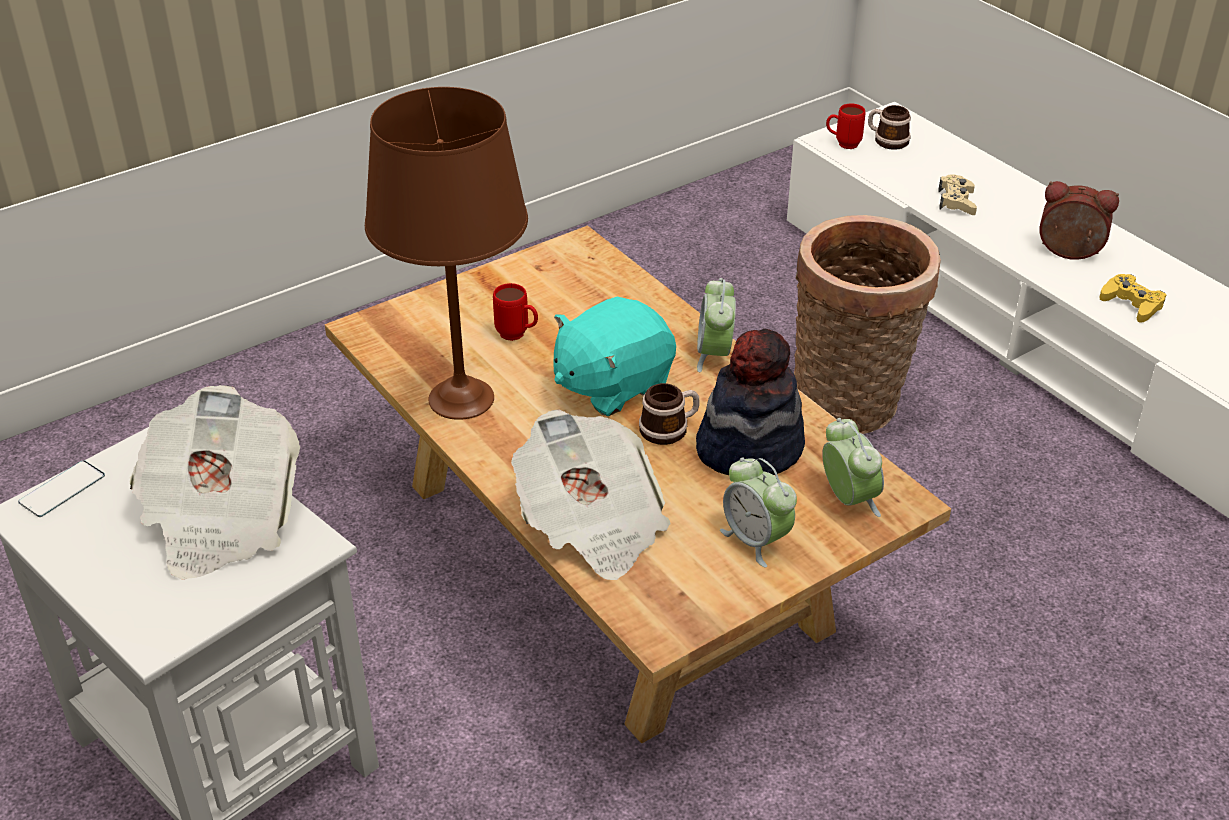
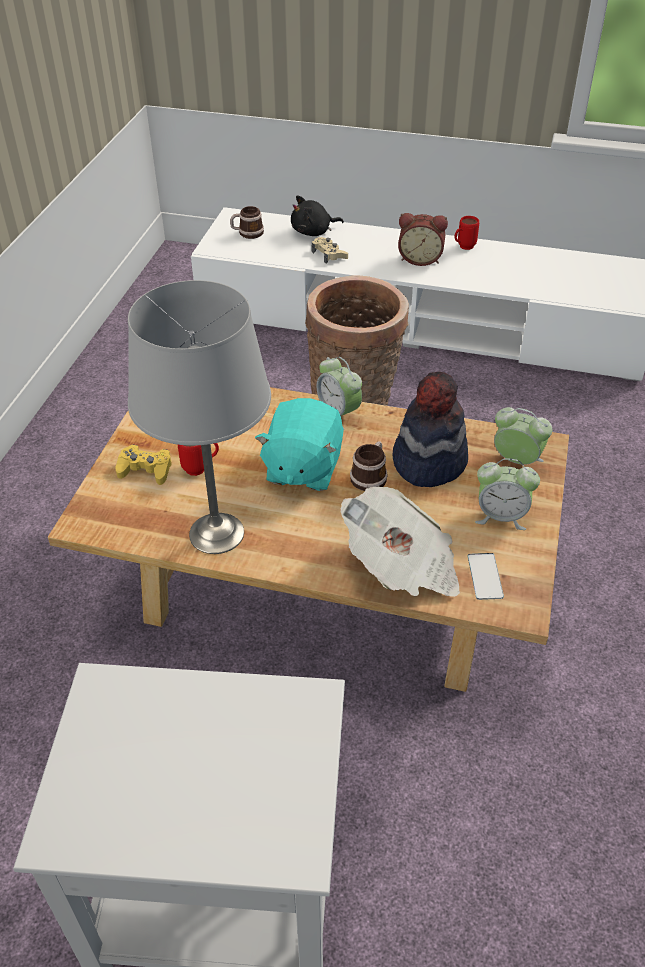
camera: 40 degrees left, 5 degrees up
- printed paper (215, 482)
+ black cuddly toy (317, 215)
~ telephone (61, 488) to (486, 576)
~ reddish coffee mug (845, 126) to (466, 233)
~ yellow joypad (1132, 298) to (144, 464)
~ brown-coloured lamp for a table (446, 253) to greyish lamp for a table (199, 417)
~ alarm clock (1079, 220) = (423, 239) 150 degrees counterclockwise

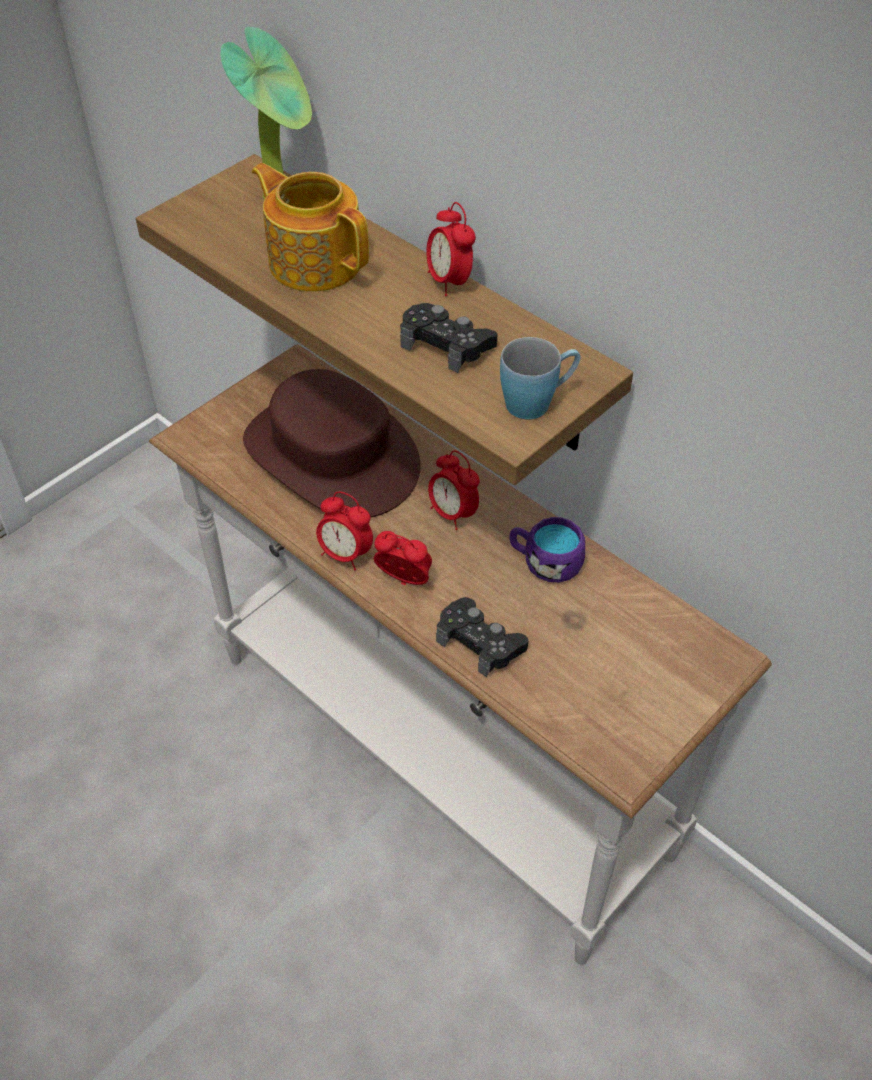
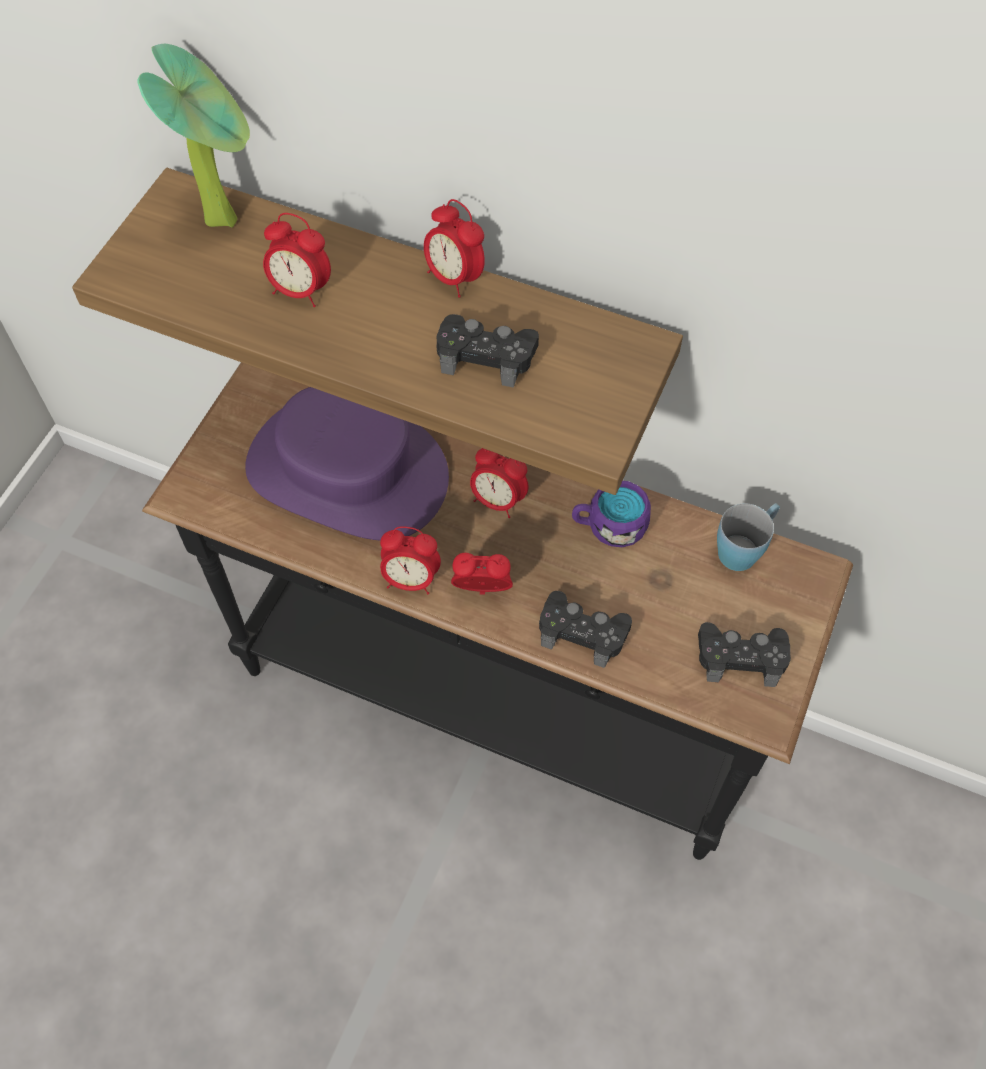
camera: 20 degrees left, 10 degrees up
+ black joypad (744, 654)
~ blue coffee mug (540, 378) to (748, 537)
~ teapot (310, 227) to alarm clock (297, 260)
~ white hall table (460, 654) to black hall table (497, 611)
~ brown-coloured clothing hat (332, 443) to purplish clothing hat (347, 464)

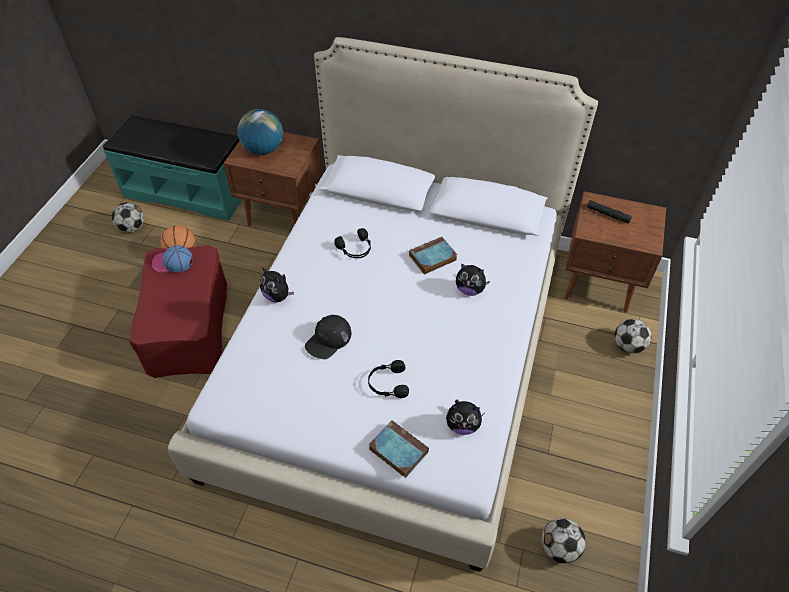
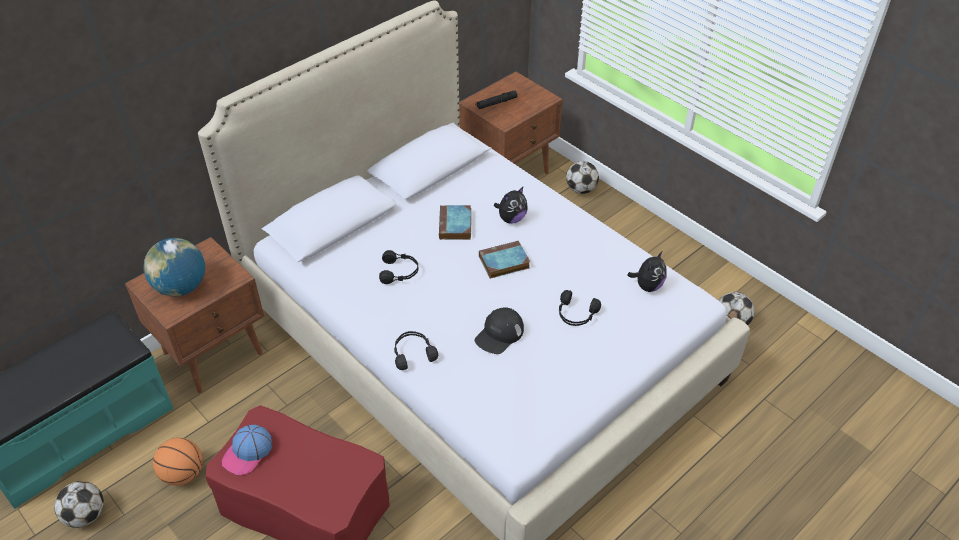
camera: 60 degrees left, 5 degrees down
~ book (399, 449) to (504, 260)
~ cuddly toy (277, 285) to black headphones (416, 350)
~ black peaked cap (328, 337) = (499, 330) 60 degrees clockwise

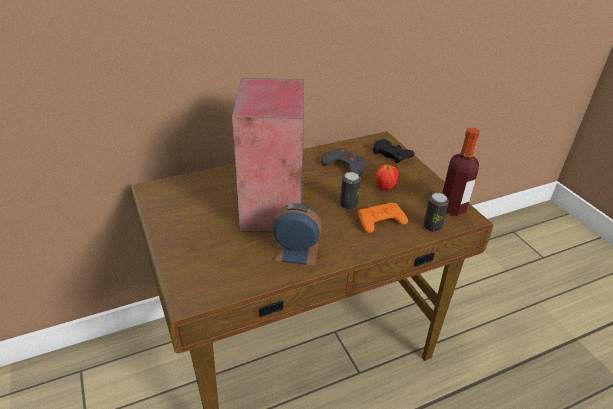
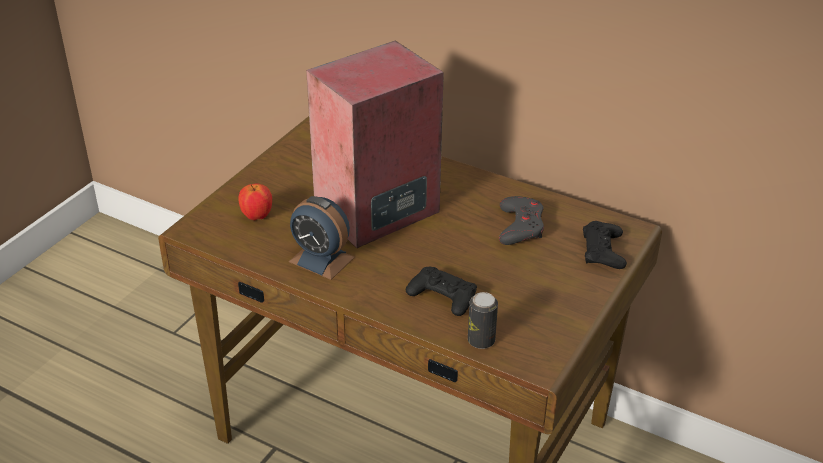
camera: 55 degrees right, 0 degrees up
- sealed can (350, 191)
- beverage bottle (461, 171)
~ apple fruit (386, 177) to (255, 201)
~ orangey joypad (383, 218) to black joypad (441, 291)
~ alarm clock (297, 234) = (322, 238) 150 degrees clockwise

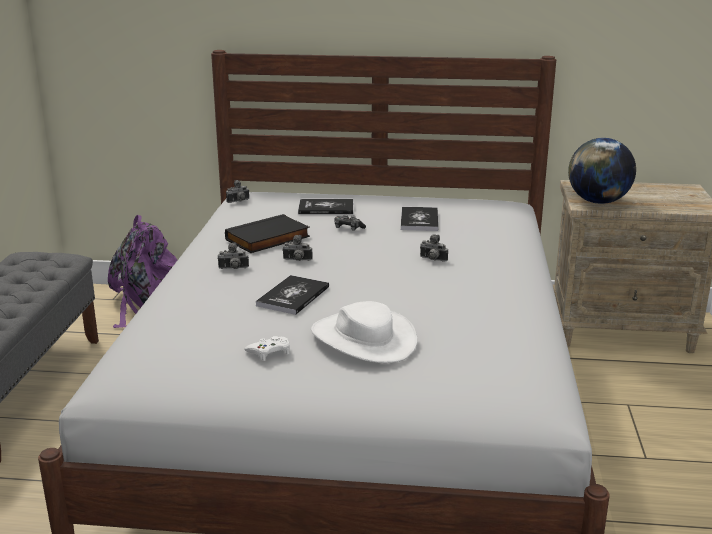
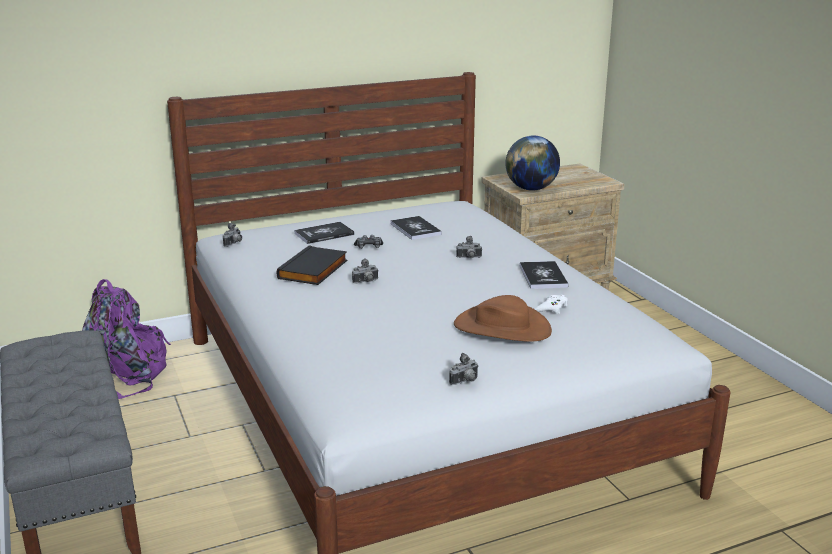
camera: 30 degrees left, 0 degrees up
~ photo camera (233, 256) to (464, 369)
~ white joypad (267, 348) to (551, 304)
~ book (292, 295) to (544, 275)
~ white clothing hat (364, 332) to brown-coloured clothing hat (503, 318)

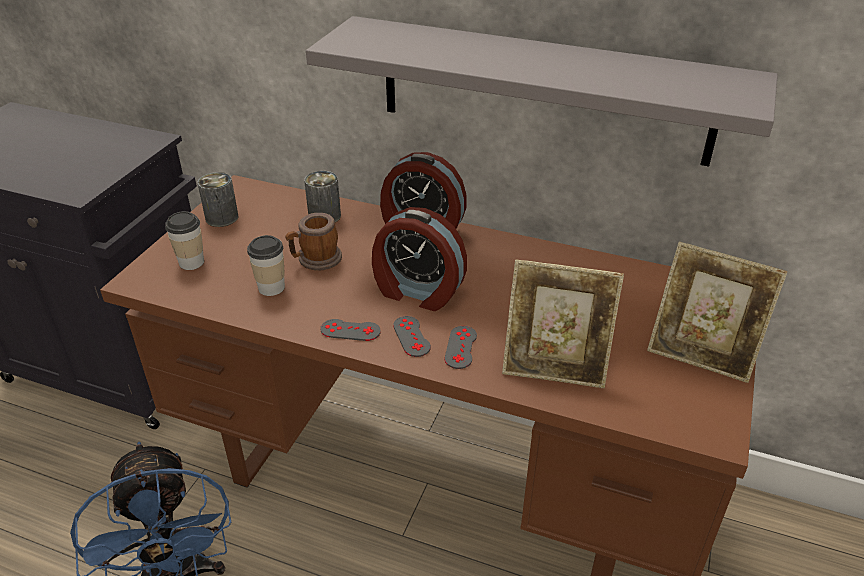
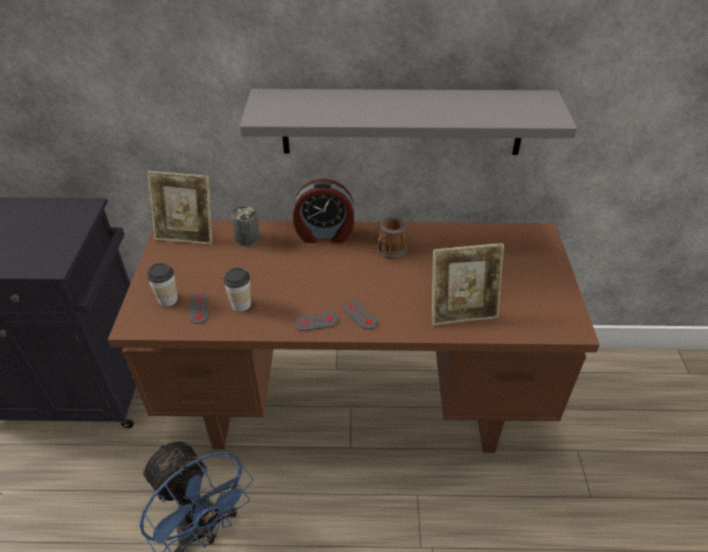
camera: 20 degrees left, 5 degrees up
- sealed can (218, 199)
- alarm clock (419, 259)
~ coffee mug (313, 242) to (391, 238)
~ greyish joypad (461, 347) to (199, 308)
~ picture frame (717, 312) to (180, 208)

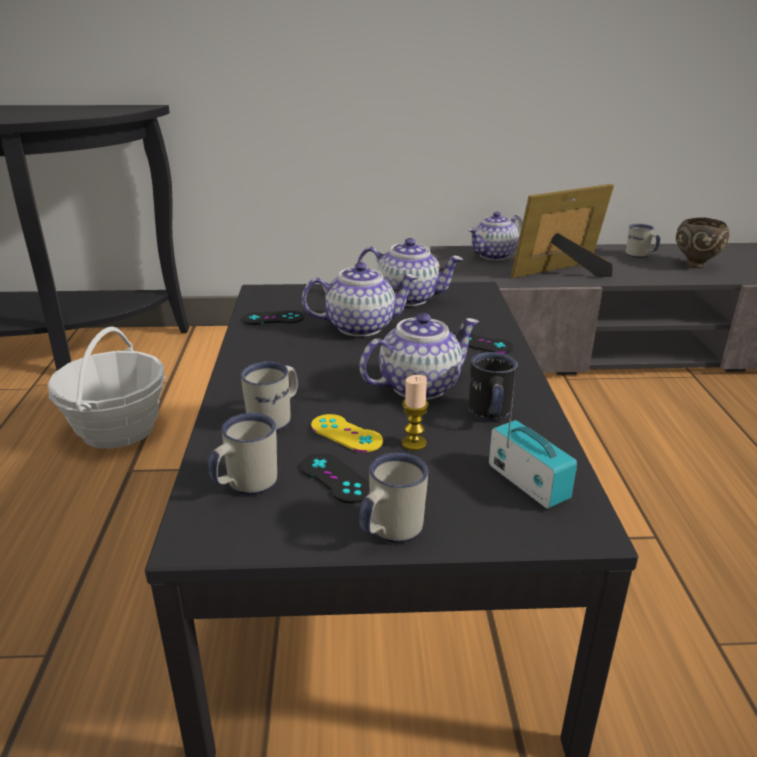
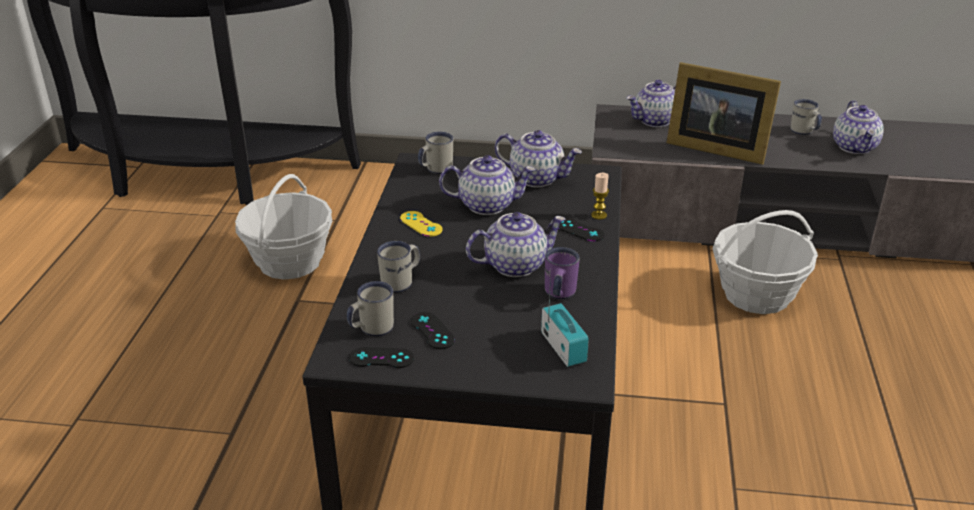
camera: 10 degrees right, 5 degrees up
+ household basket (765, 262)
~ black joypad (273, 318) to (381, 357)
~ yellow joypad (347, 433) to (421, 224)
~ white coffee mug (393, 497) to (435, 153)
~ wax light (415, 413) to (600, 196)
~ brown-coloured bowl (702, 242) to teapot (858, 127)
~ black coffee mug (493, 386) to purplish coffee mug (562, 273)
~ picture frame (562, 231) = (723, 113) 135 degrees counterclockwise

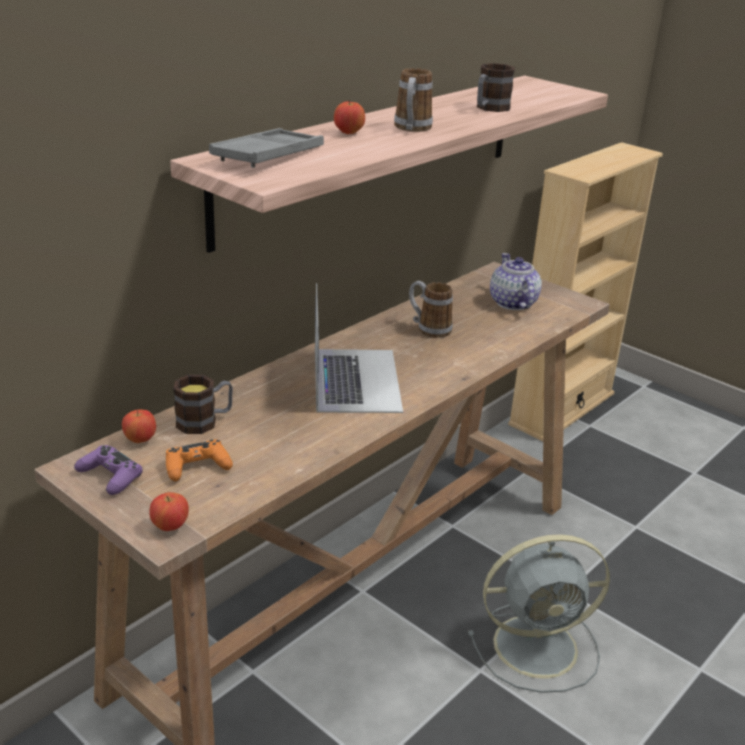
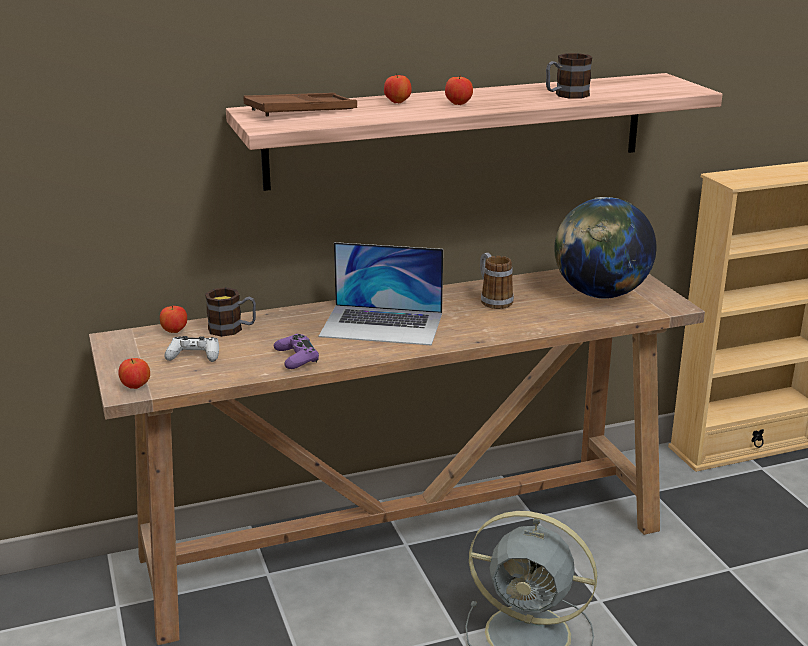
camera: 30 degrees right, 5 degrees down
~ purplish joypad (108, 470) to (296, 351)
~ coffee mug (413, 100) to apple fruit (459, 90)
~ teapot (516, 281) to desk globe (606, 248)
~ orangey joypad (199, 460) to white joypad (191, 349)
~ greyish tray (266, 148) to brown-coloured tray (300, 104)
~ portable computer (359, 348) = (381, 294) 75 degrees clockwise

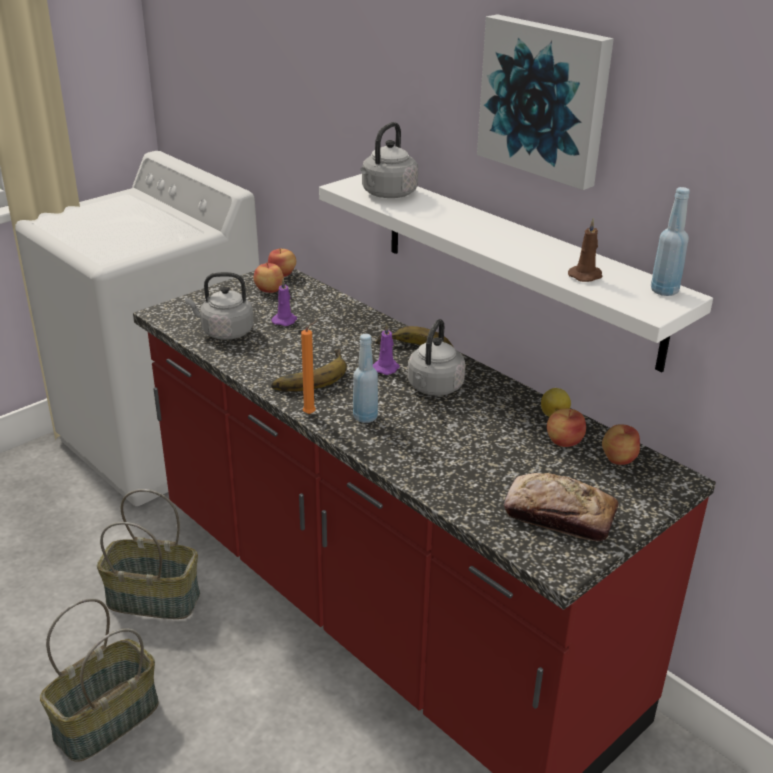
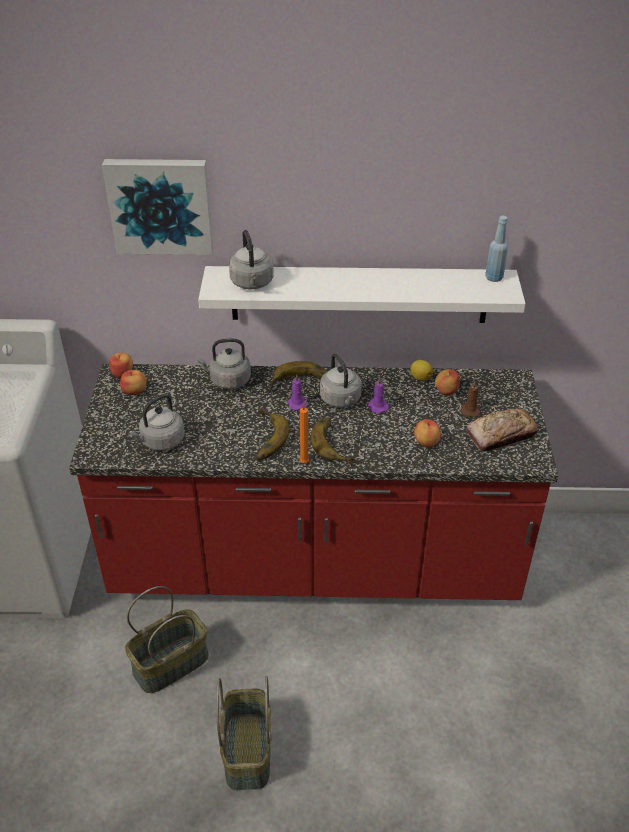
camera: 45 degrees left, 10 degrees up
+ greyish tea kettle (224, 364)
~ purplish wax light (284, 302) to (378, 395)
~ wall picture (545, 102) to (158, 207)
~ brown-coloured wax light (585, 250) to (471, 399)
~ apple fruit (621, 444) to (427, 433)
~ blue beverage bottle (365, 378) to banana (333, 441)

